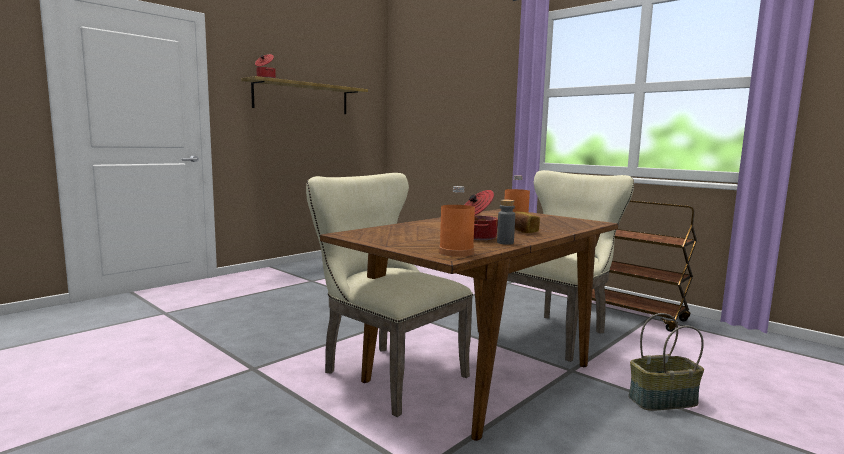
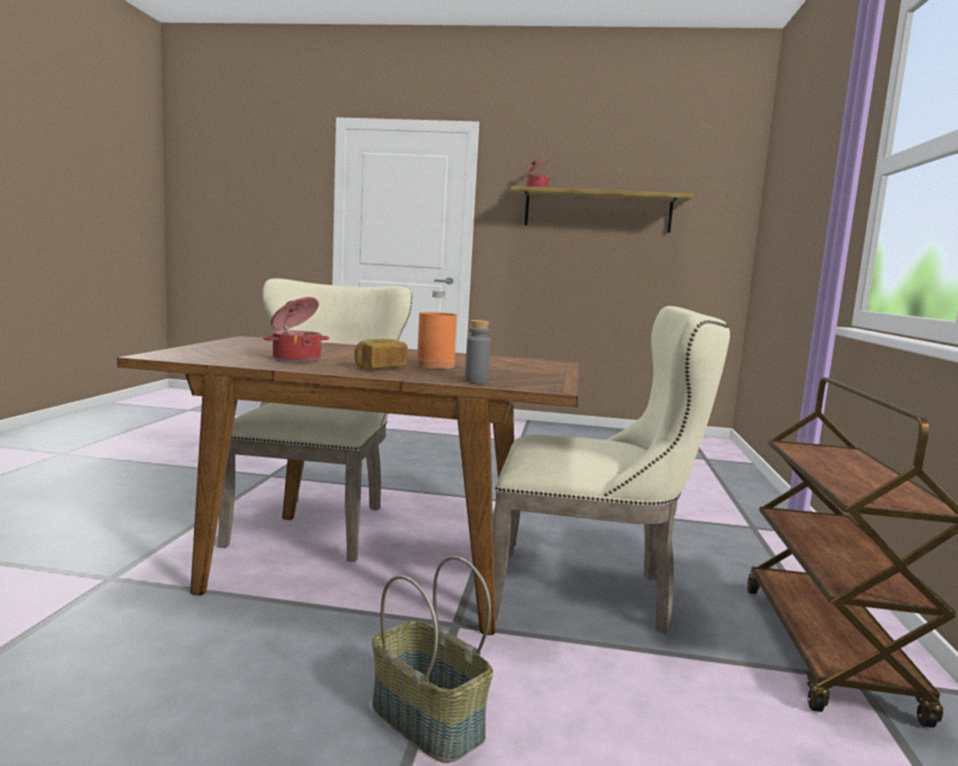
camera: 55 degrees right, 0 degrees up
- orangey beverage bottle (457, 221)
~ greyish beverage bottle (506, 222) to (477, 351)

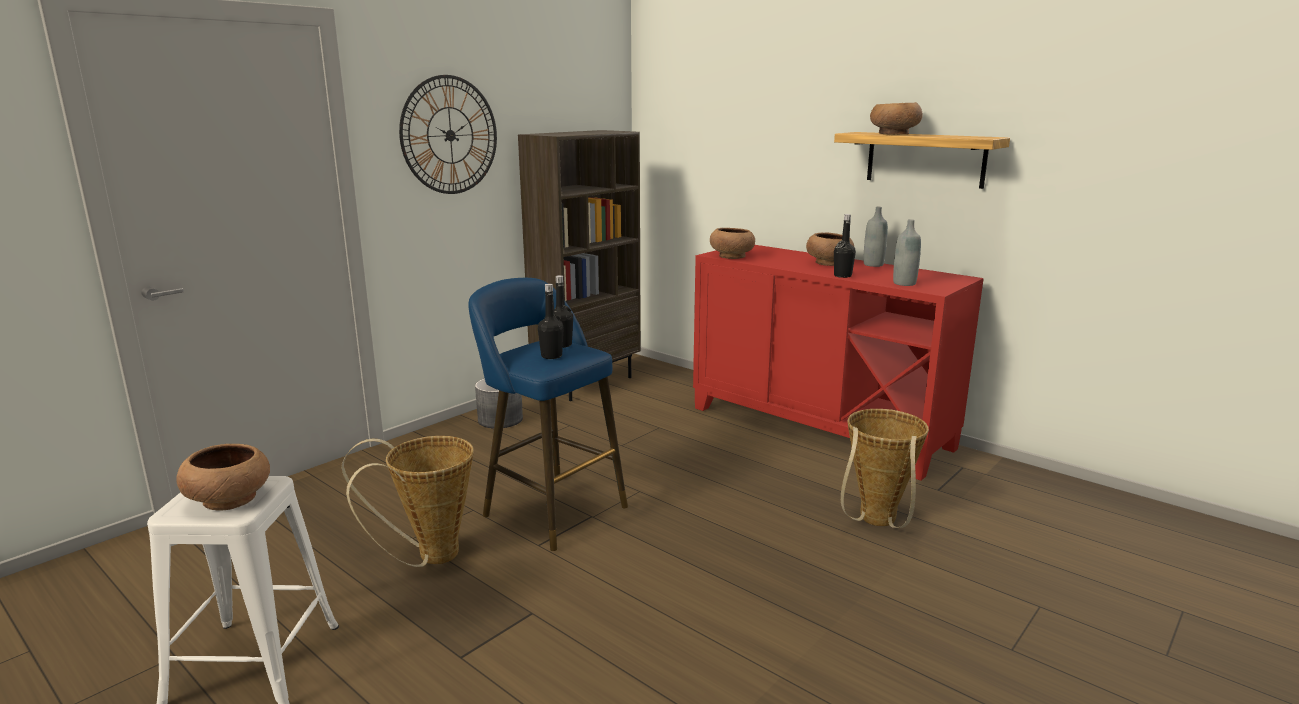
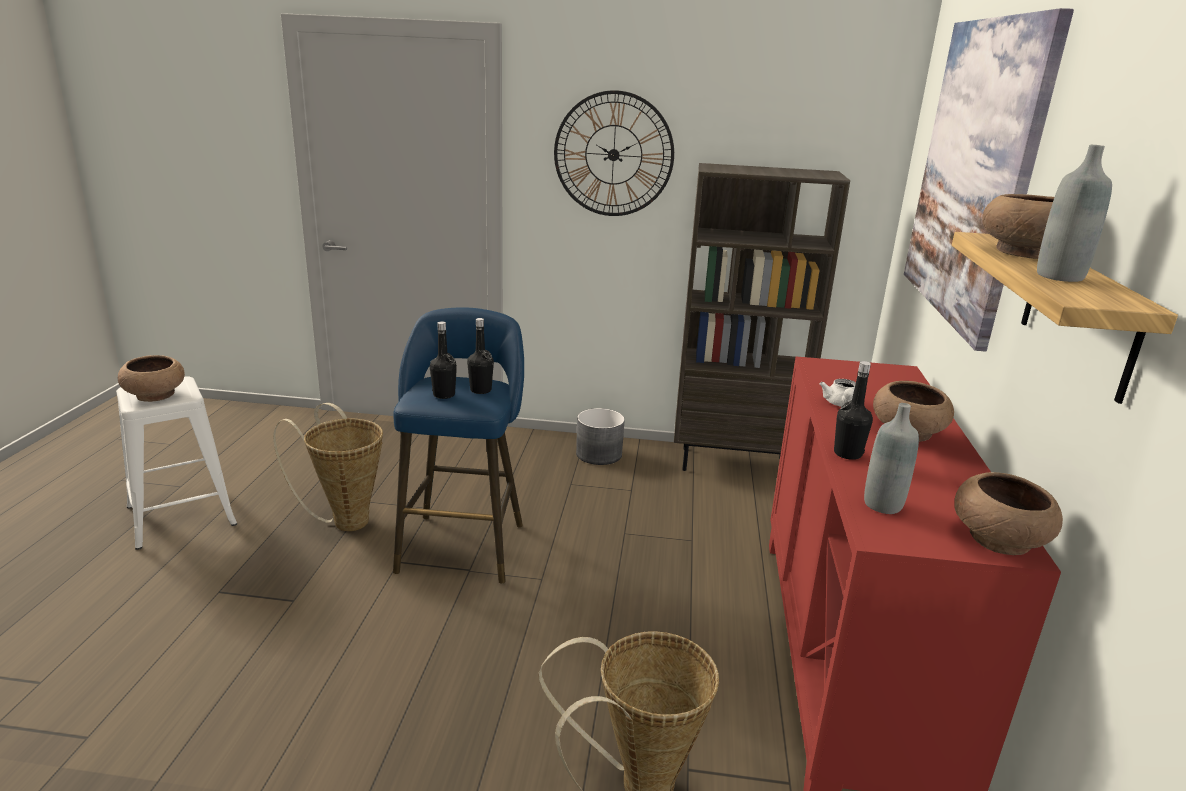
camera: 55 degrees right, 5 degrees up
+ white teapot (838, 393)
+ wall picture (989, 180)
~ brown-coloured bowl (732, 243) to (1008, 513)
~ greyish beverage bottle (875, 237) to (1074, 213)

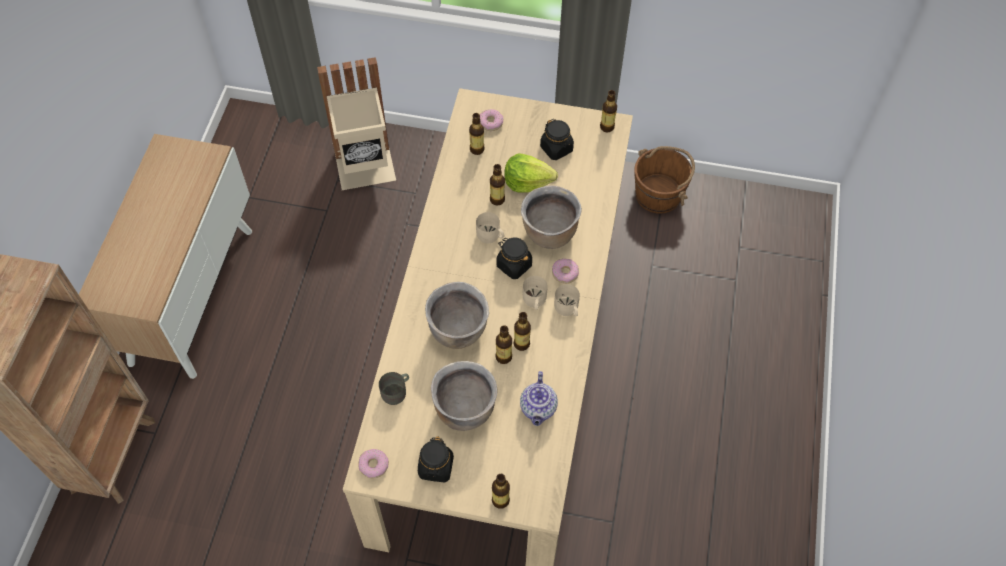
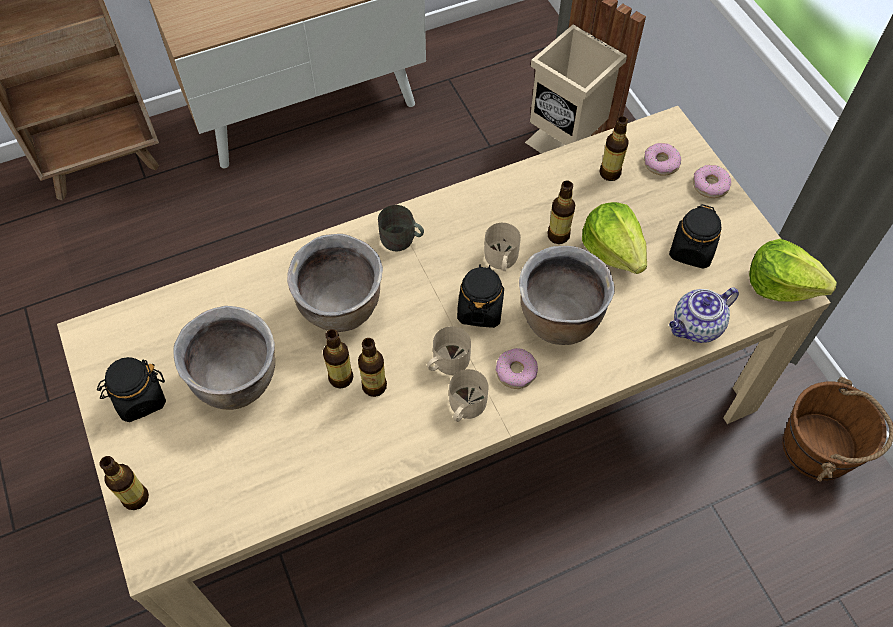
camera: 55 degrees right, 0 degrees up
~ donut (373, 463) to (712, 181)
~ greyish coffee mug (394, 388) to (401, 228)
~ teapot (539, 398) to (704, 315)
~ beverage bottle (608, 111) to lettuce head (793, 270)

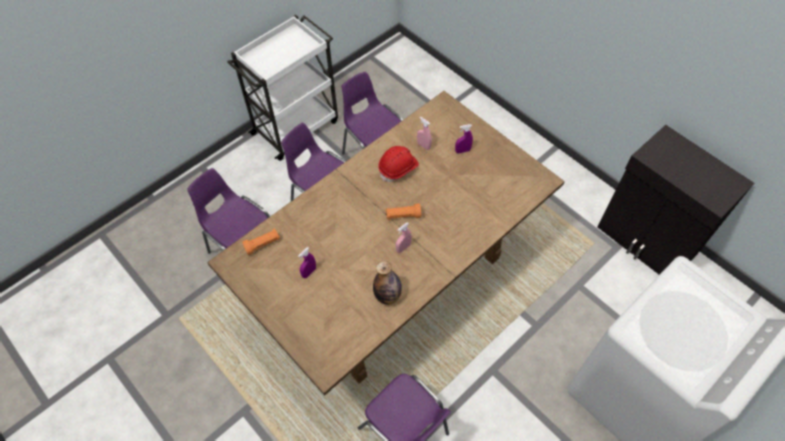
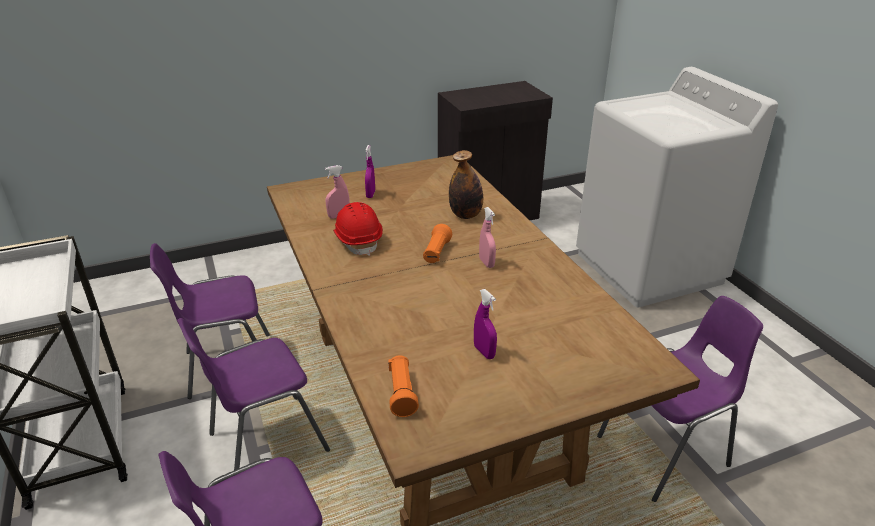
camera: 70 degrees left, 25 degrees down
~ beverage bottle (387, 283) to (466, 184)

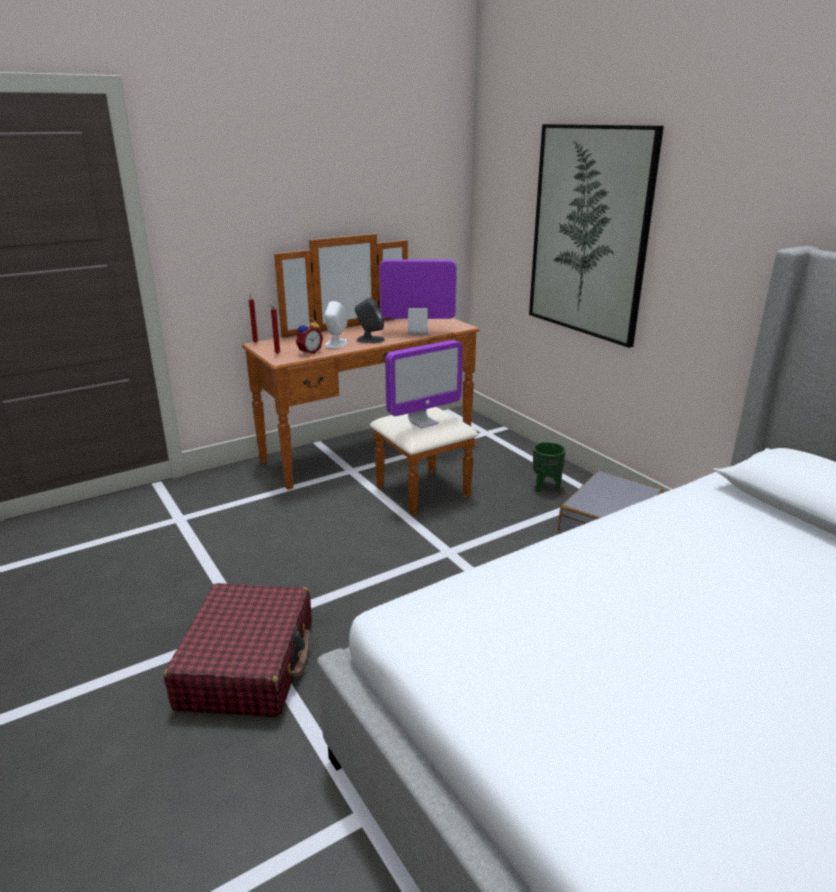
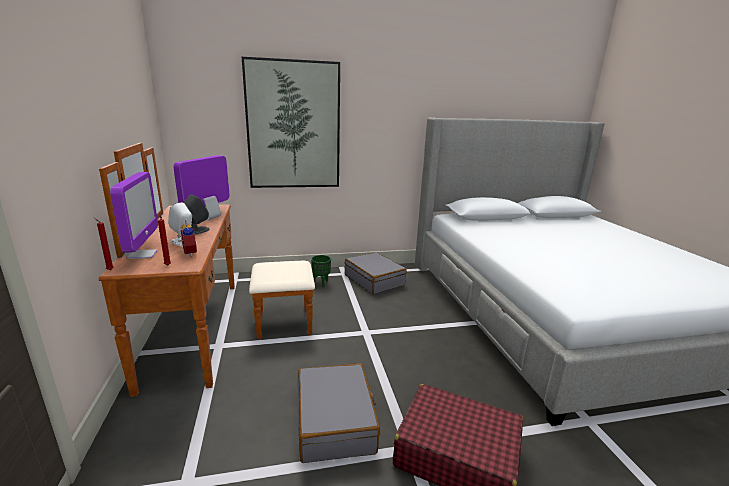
camera: 70 degrees left, 5 degrees down
+ greyish travel case (338, 413)
~ monitor (424, 384) to (134, 215)

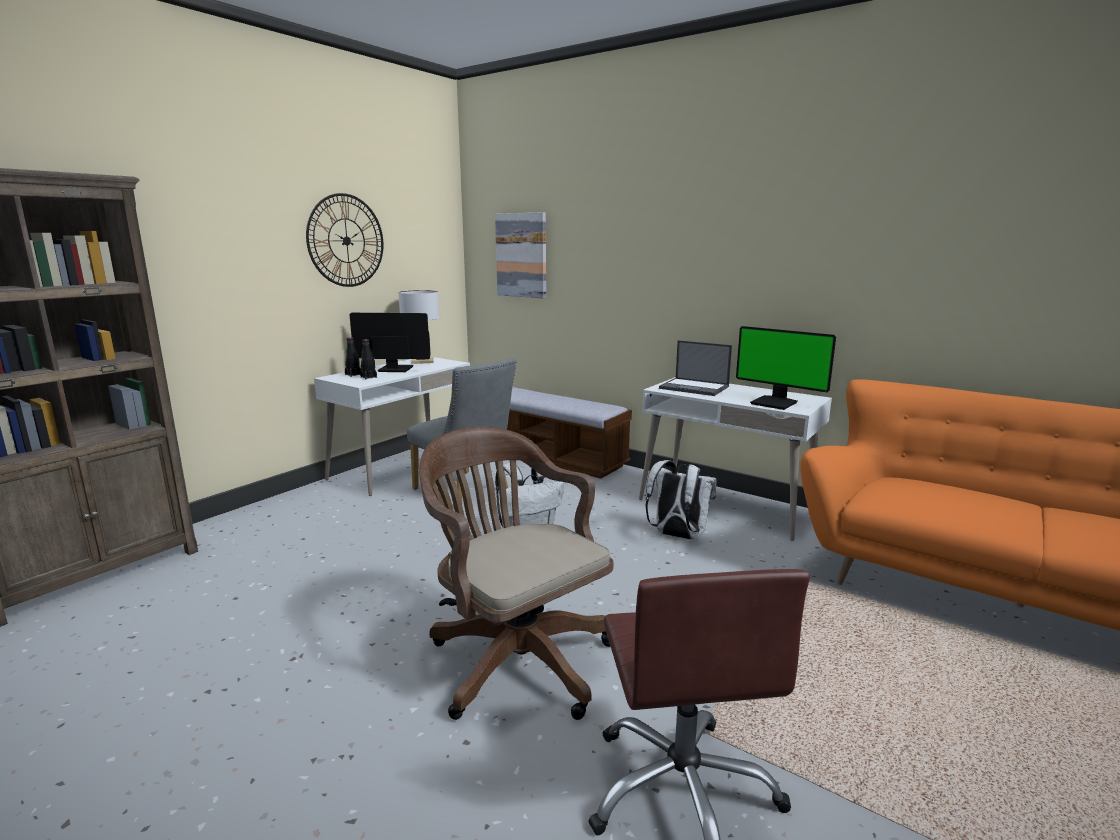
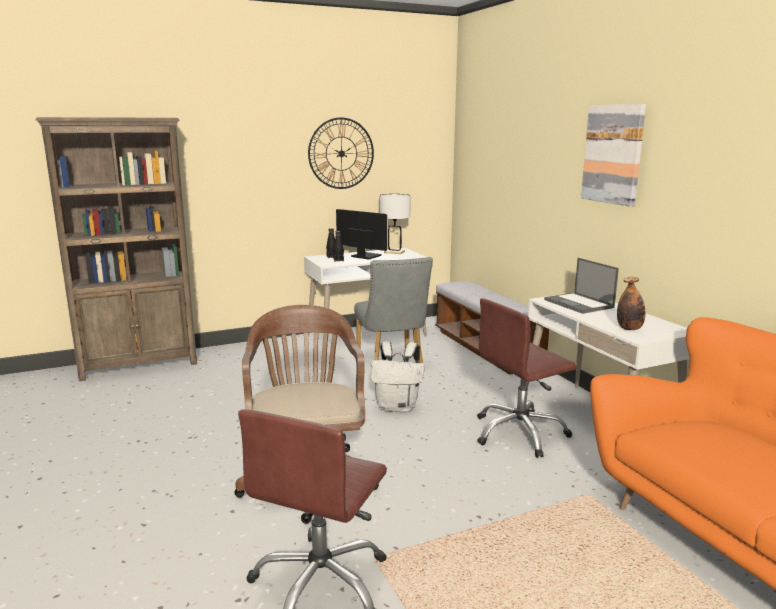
camera: 30 degrees right, 0 degrees up
~ wall picture (520, 255) to (613, 155)
~ white rucksack (681, 500) to brown-coloured computer chair (526, 378)
~ monitor (786, 368) to beverage bottle (631, 303)

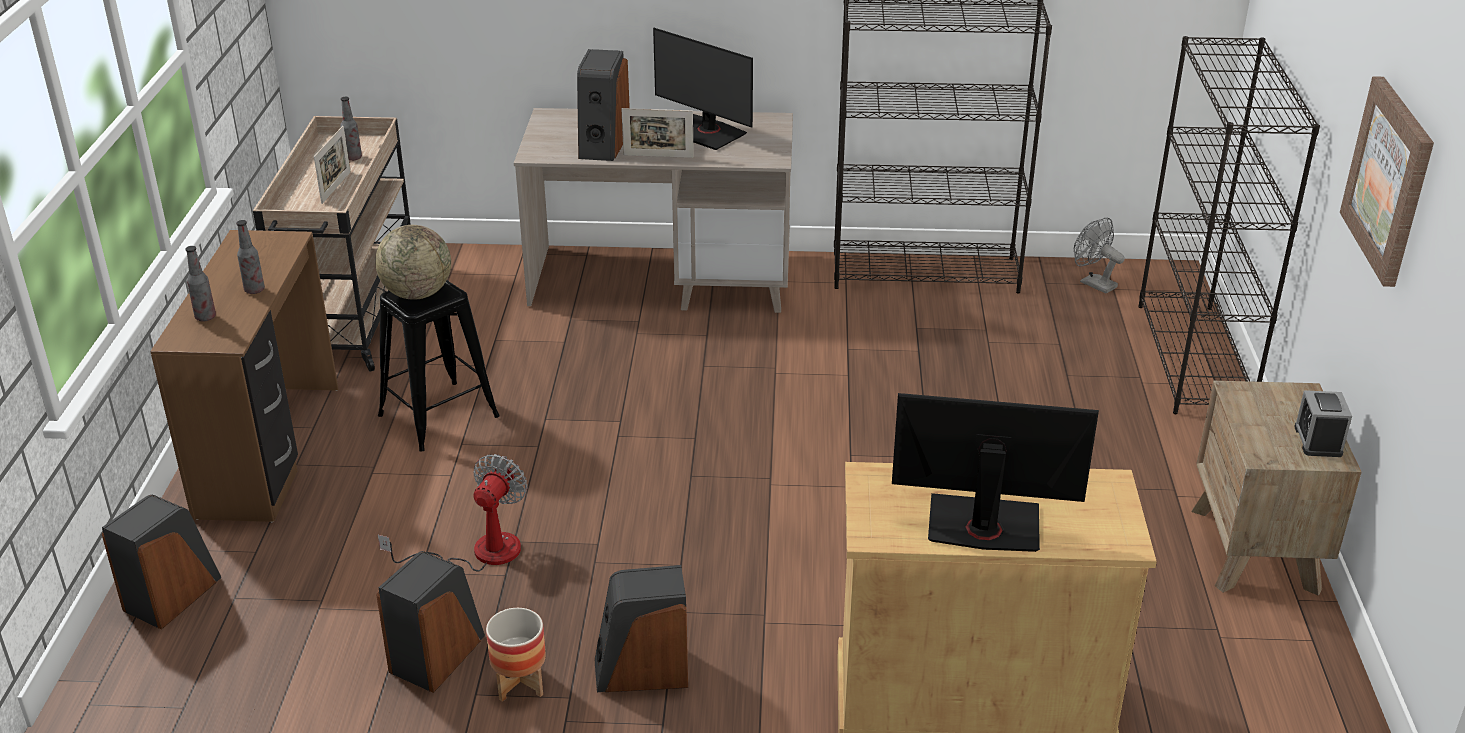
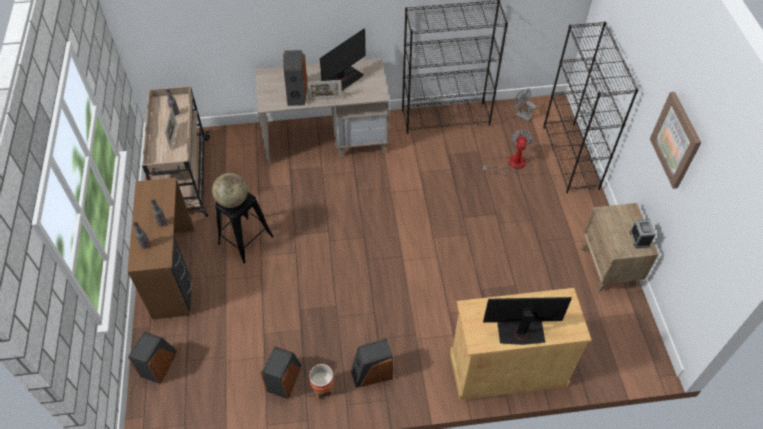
camera: 10 degrees left, 20 degrees up
~ electric fan (452, 513) to (507, 152)
~ monitor (703, 89) = (343, 59) 75 degrees counterclockwise

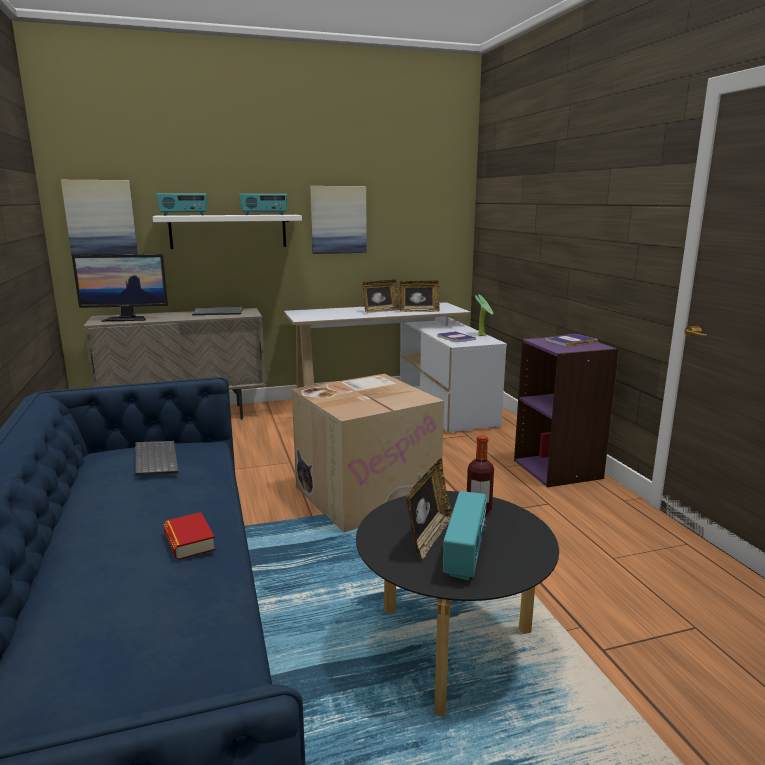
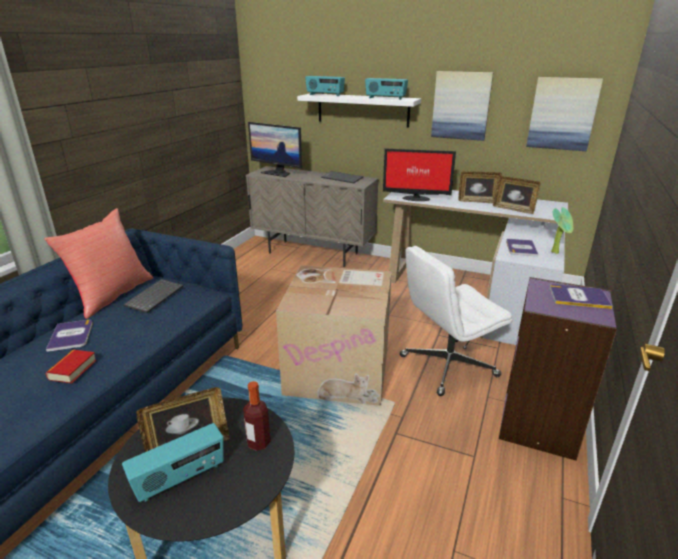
camera: 40 degrees right, 10 degrees up
+ reddish pillow (98, 263)
+ book (69, 336)
+ monitor (419, 174)
+ white computer chair (456, 321)
~ wall picture (99, 217) to (564, 114)

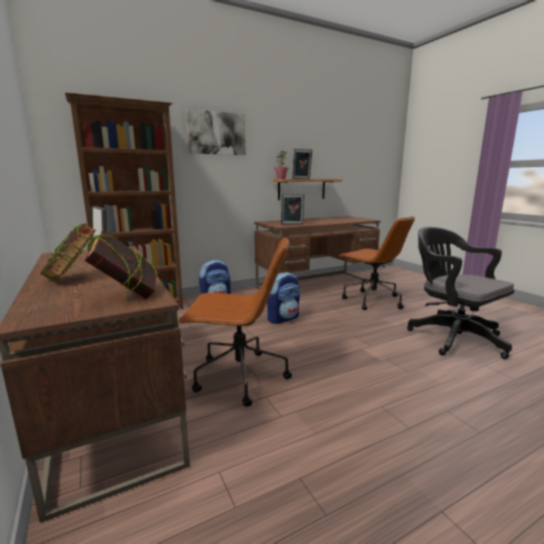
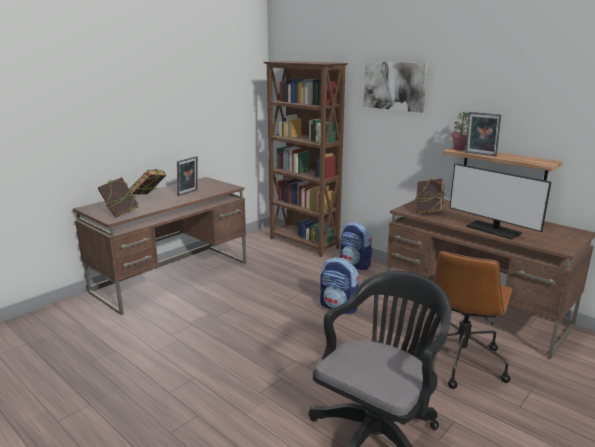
camera: 70 degrees right, 5 degrees up
- brown-coloured computer chair (235, 322)
+ monitor (500, 201)
~ picture frame (292, 209) to book (430, 196)

